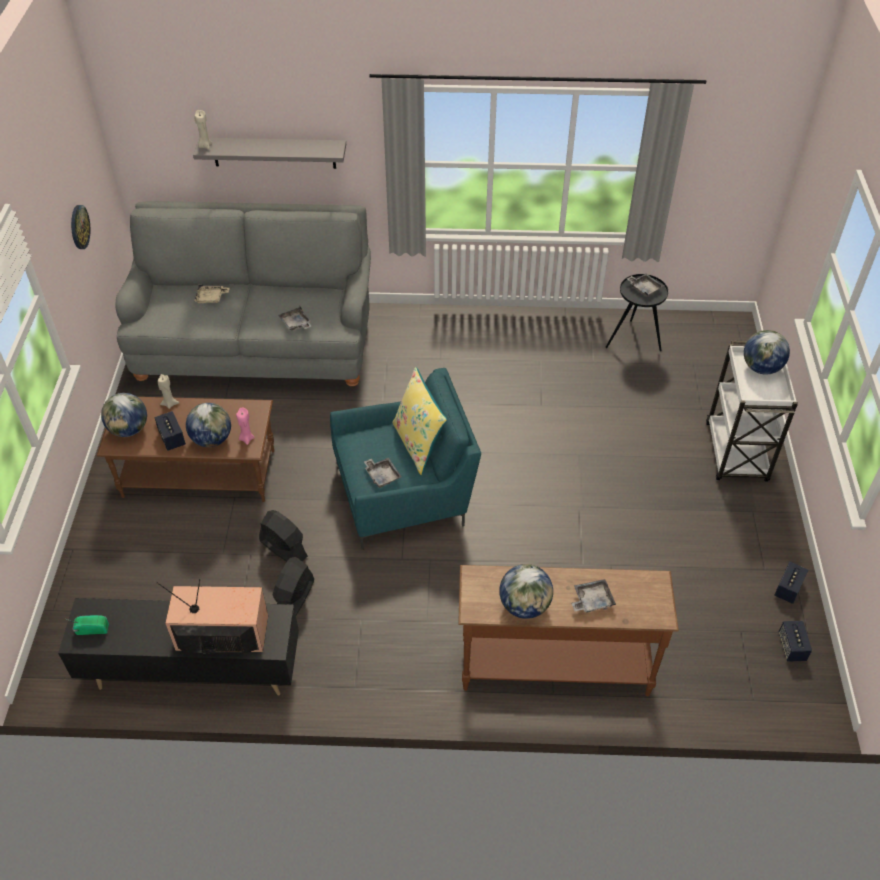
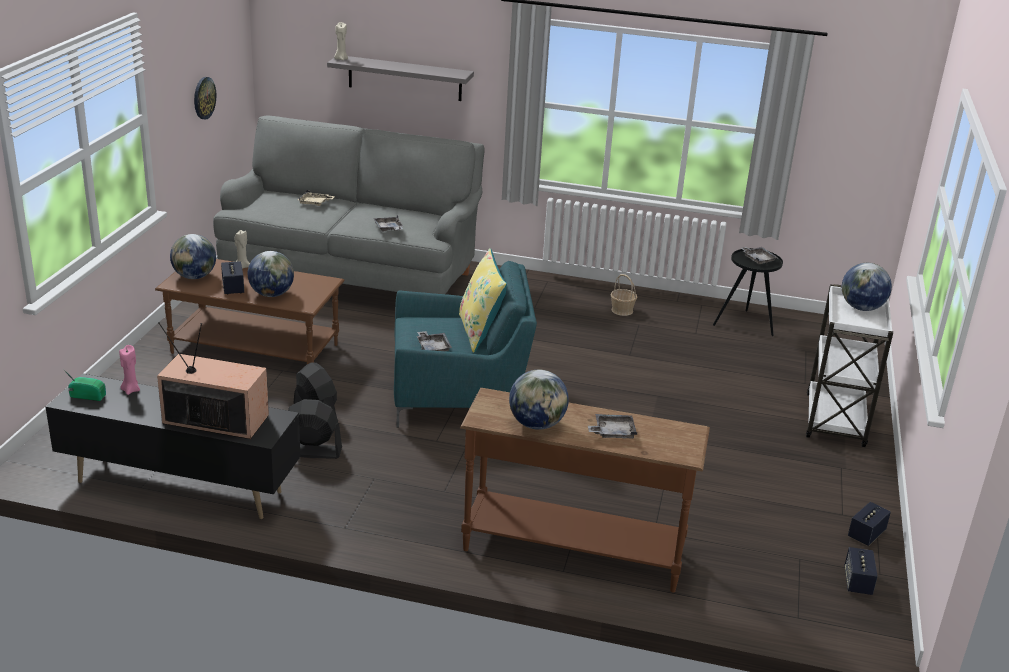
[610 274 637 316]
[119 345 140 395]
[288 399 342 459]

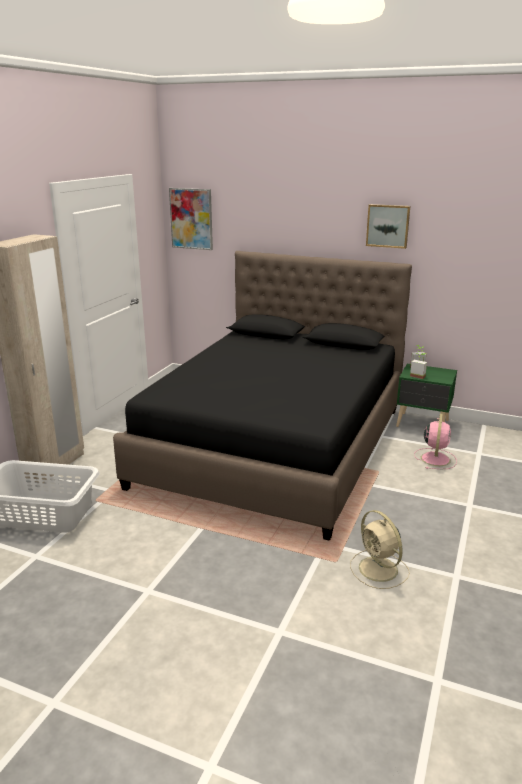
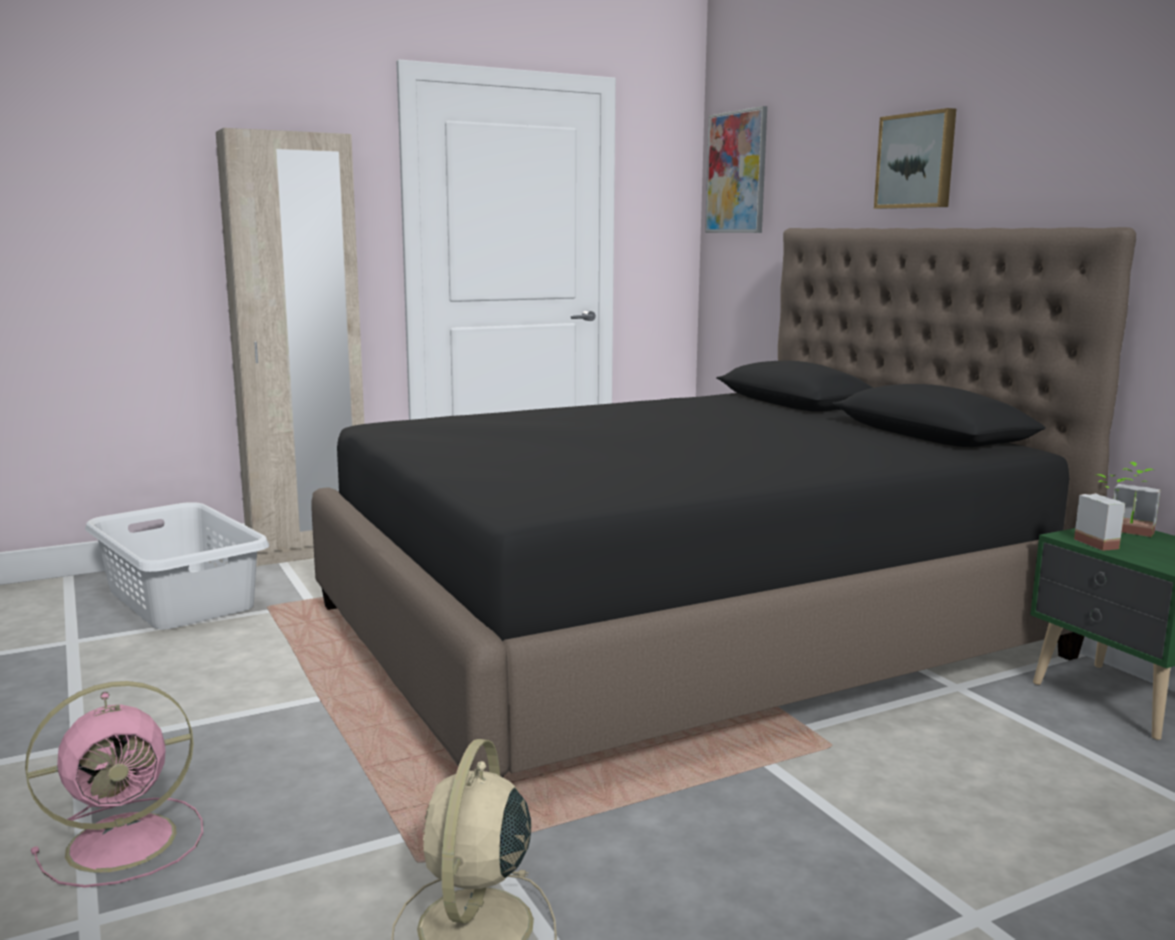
[874 108 956 209]
[25 681 203 888]

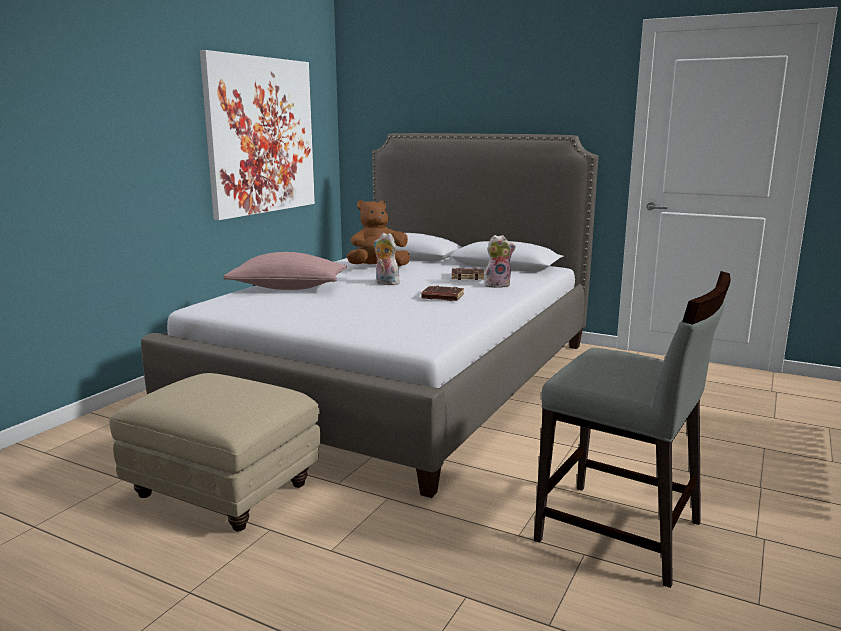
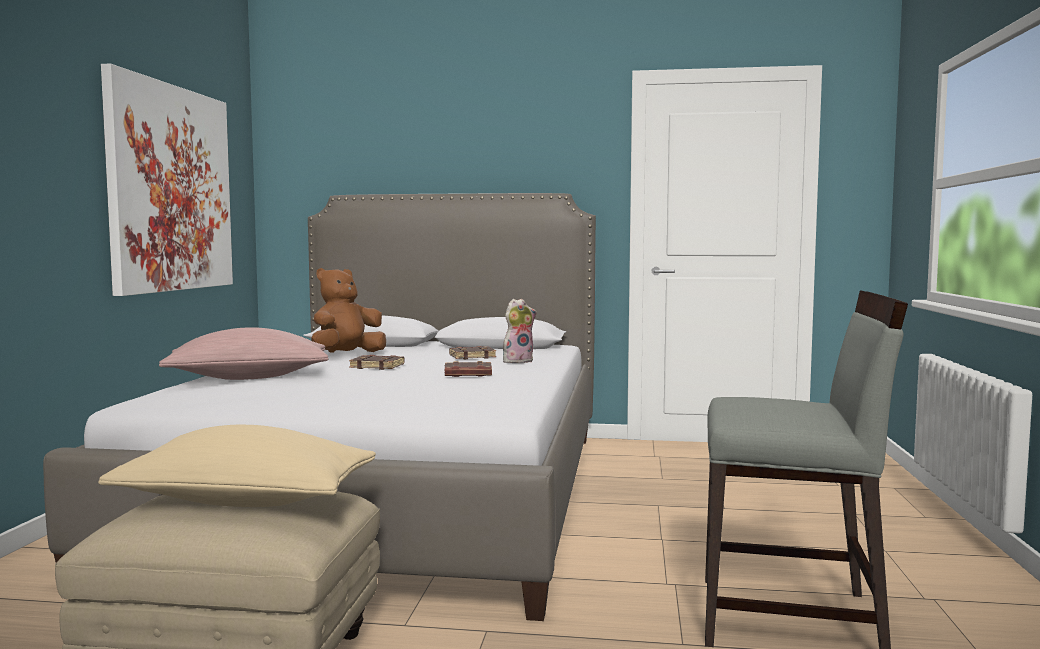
[98 425 376 507]
[349 355 405 370]

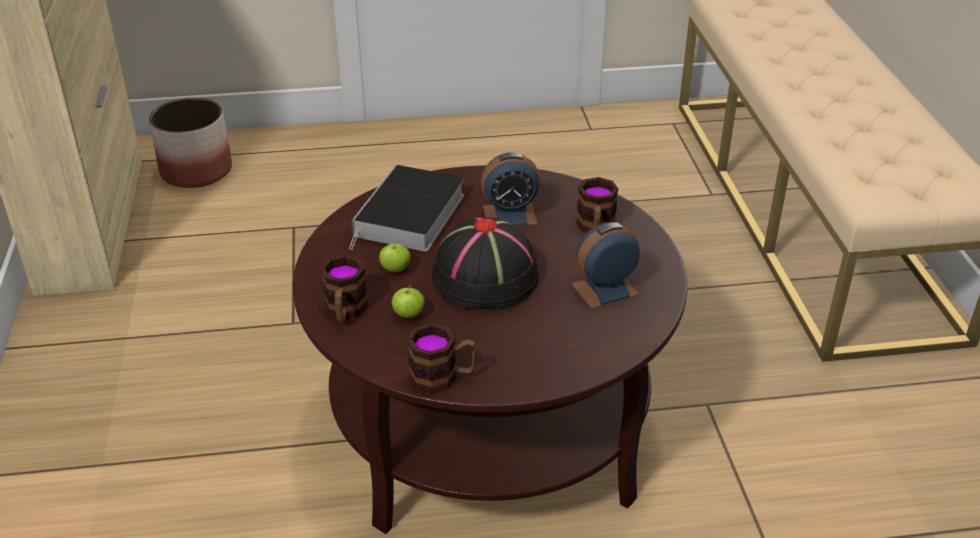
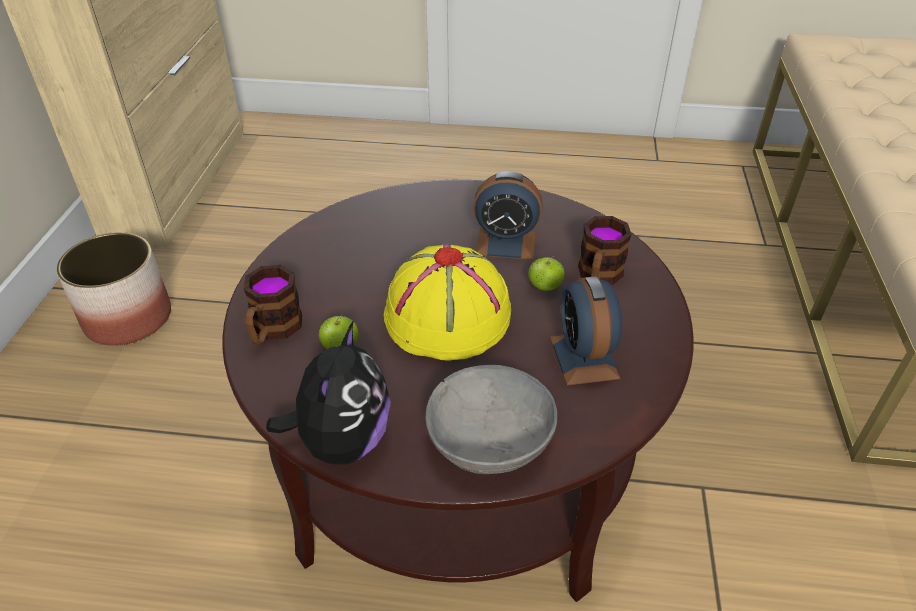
[349 165 464 252] (first image)
[425 365 557 474]
[56 232 171 346]
[528 256 565 291]
[266 322 391 464]
[384 244 511 361]
[550 276 622 385]

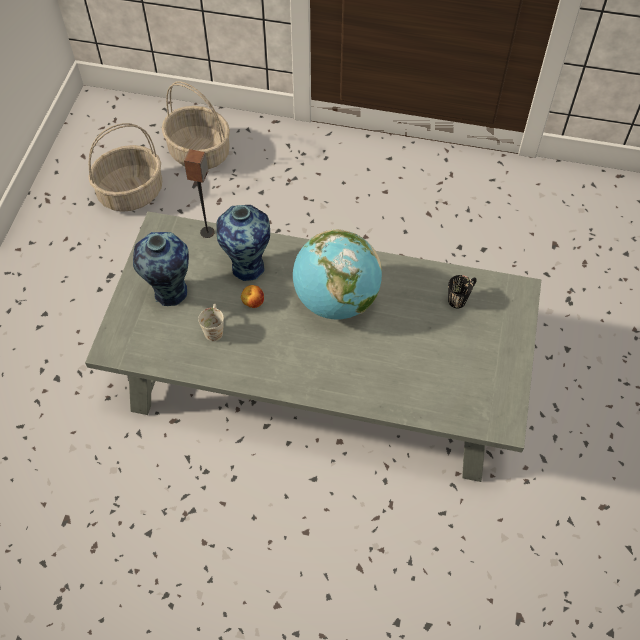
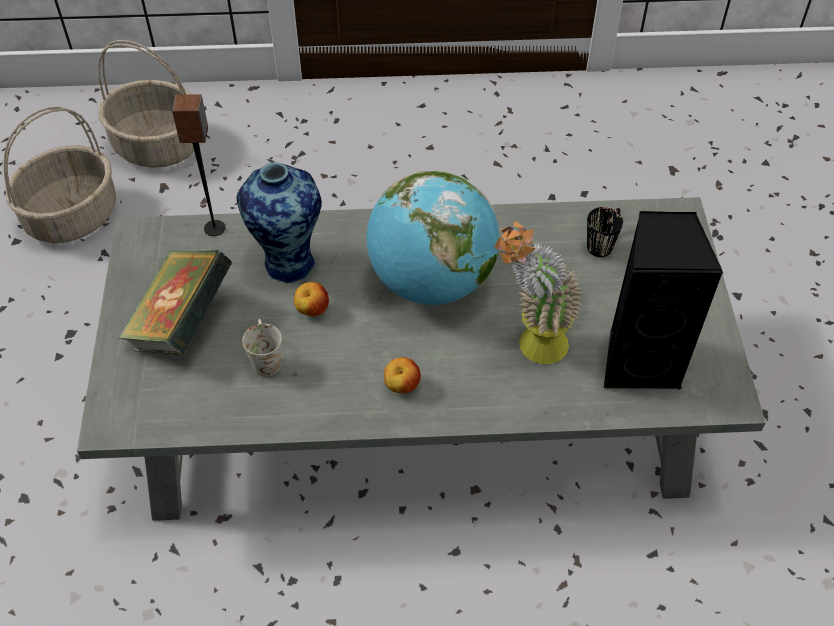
[384 357 421 393]
[494 221 582 364]
[604 211 723 389]
[119 250 232 355]

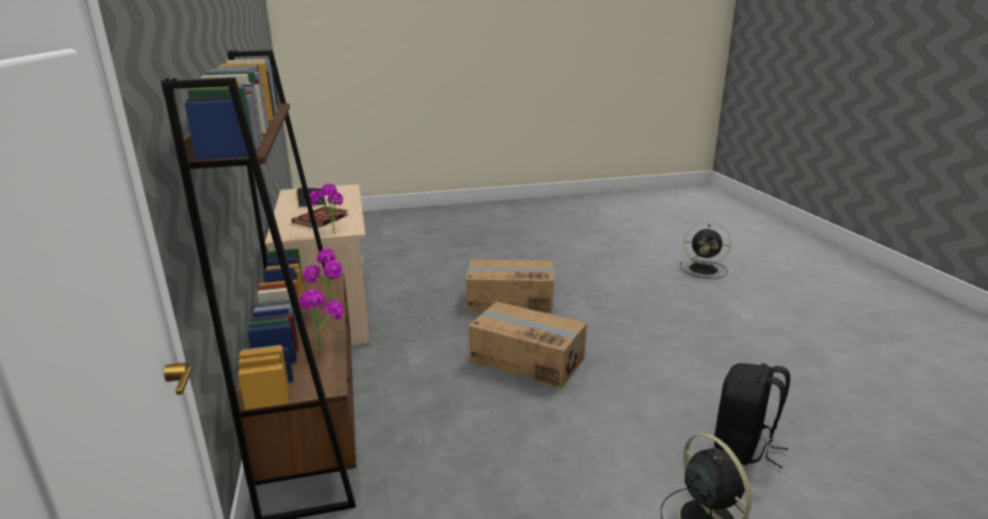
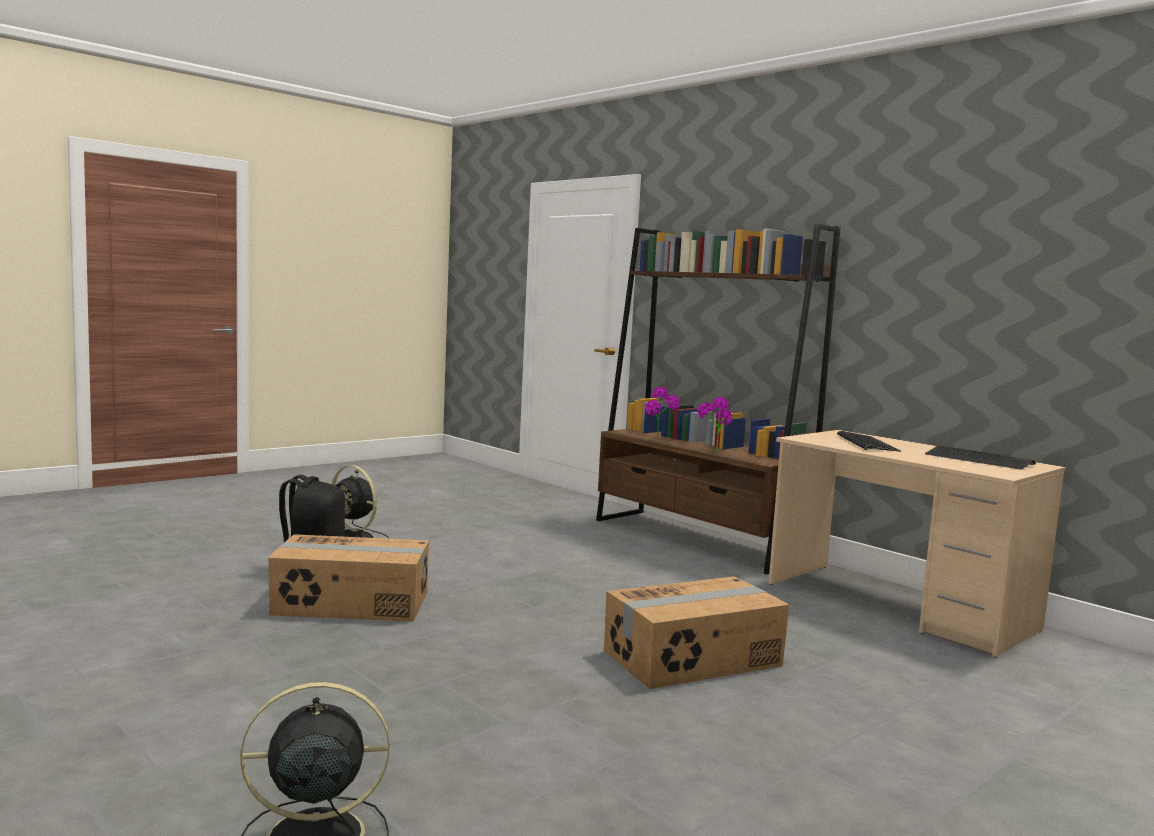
[309 183 343 234] (first image)
[268 534 429 622]
[837 431 901 452]

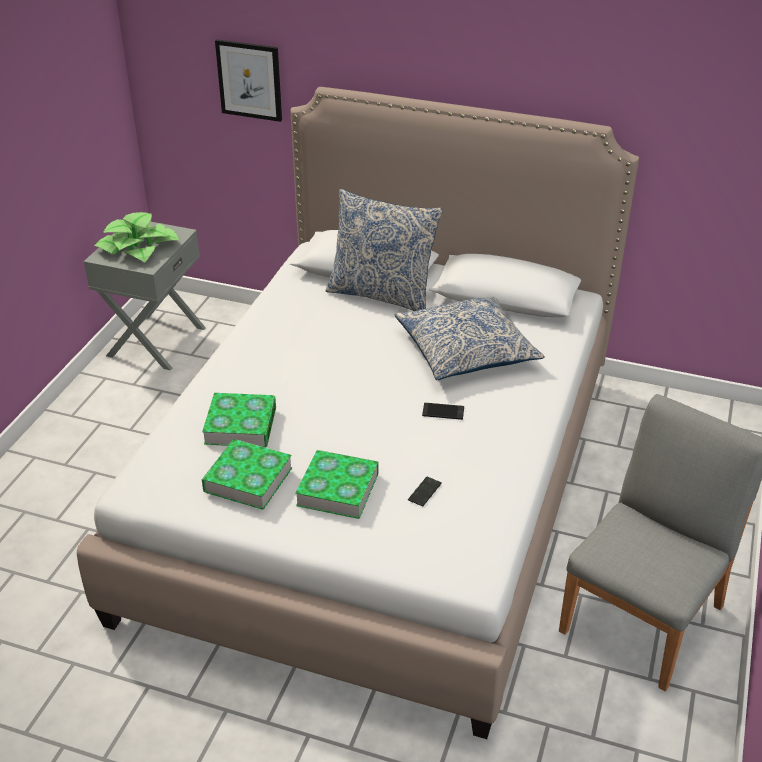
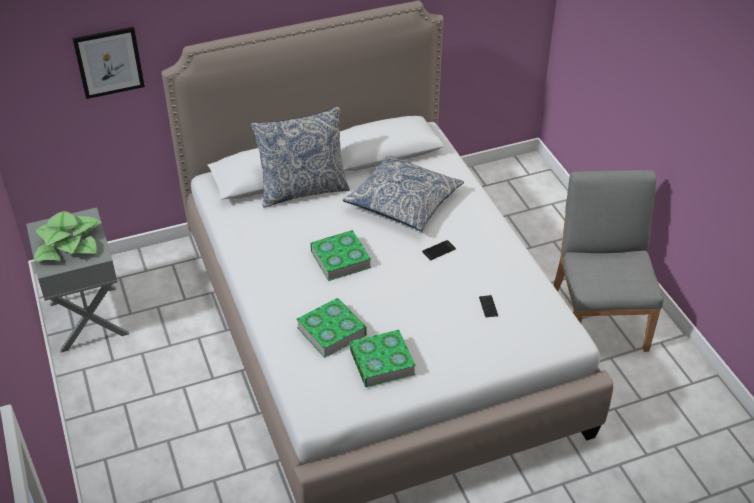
[310 230 371 281]

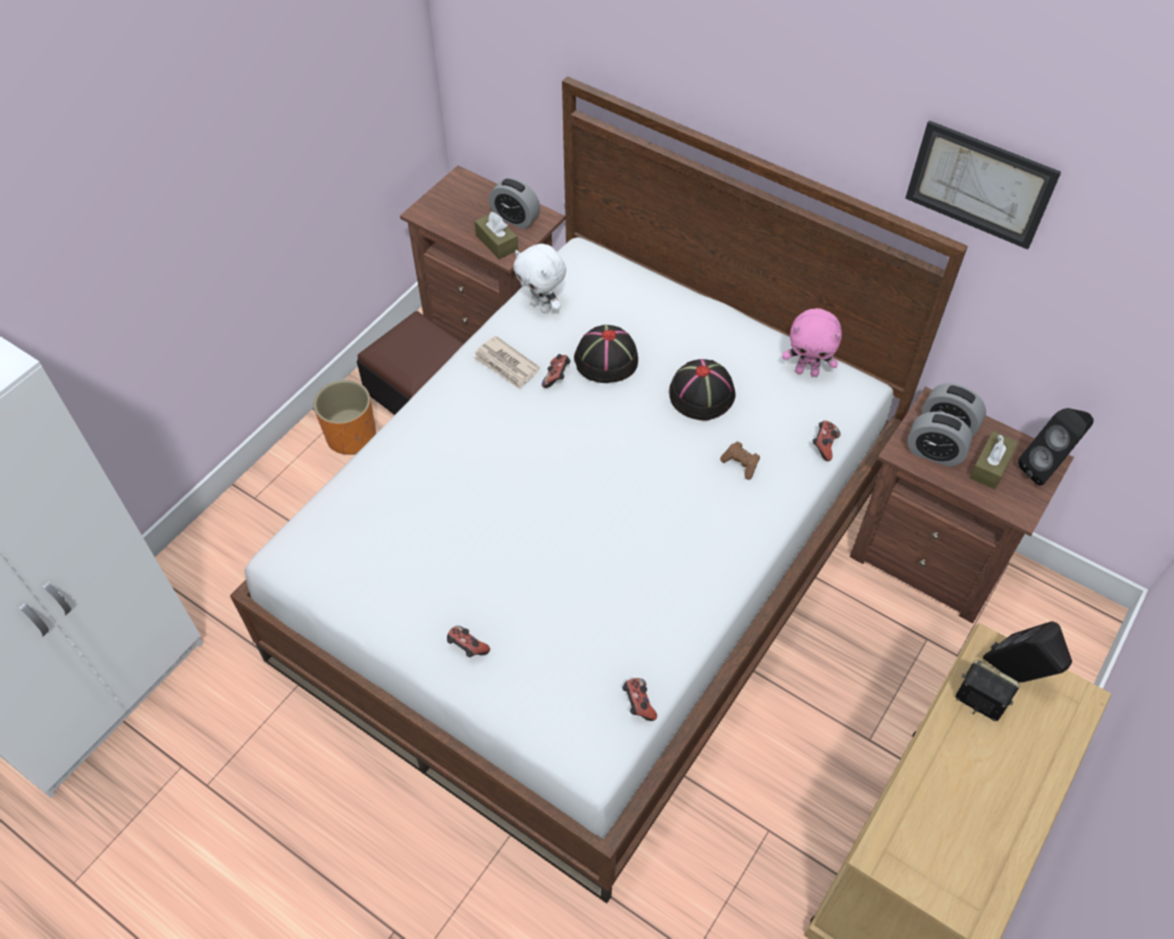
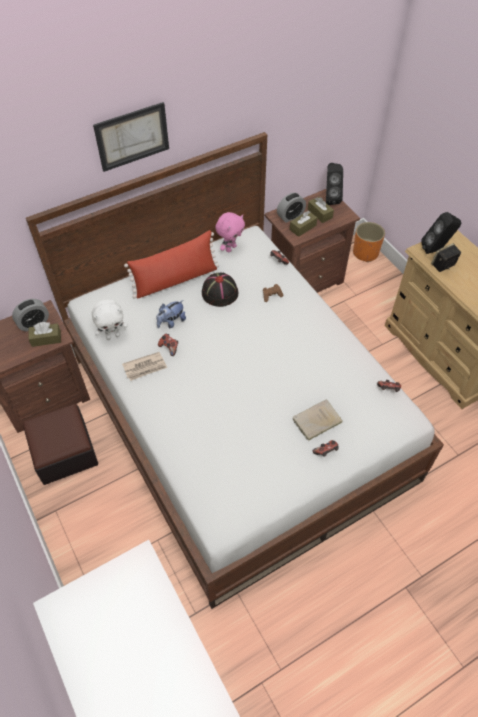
[124 230 219 299]
[293 400 343 442]
[353 222 385 262]
[93 102 169 172]
[156 300 186 328]
[290 211 317 237]

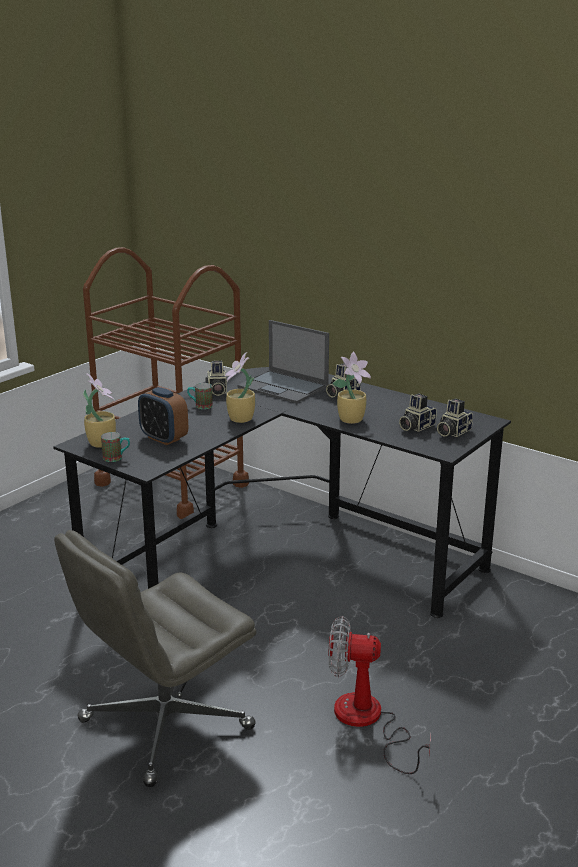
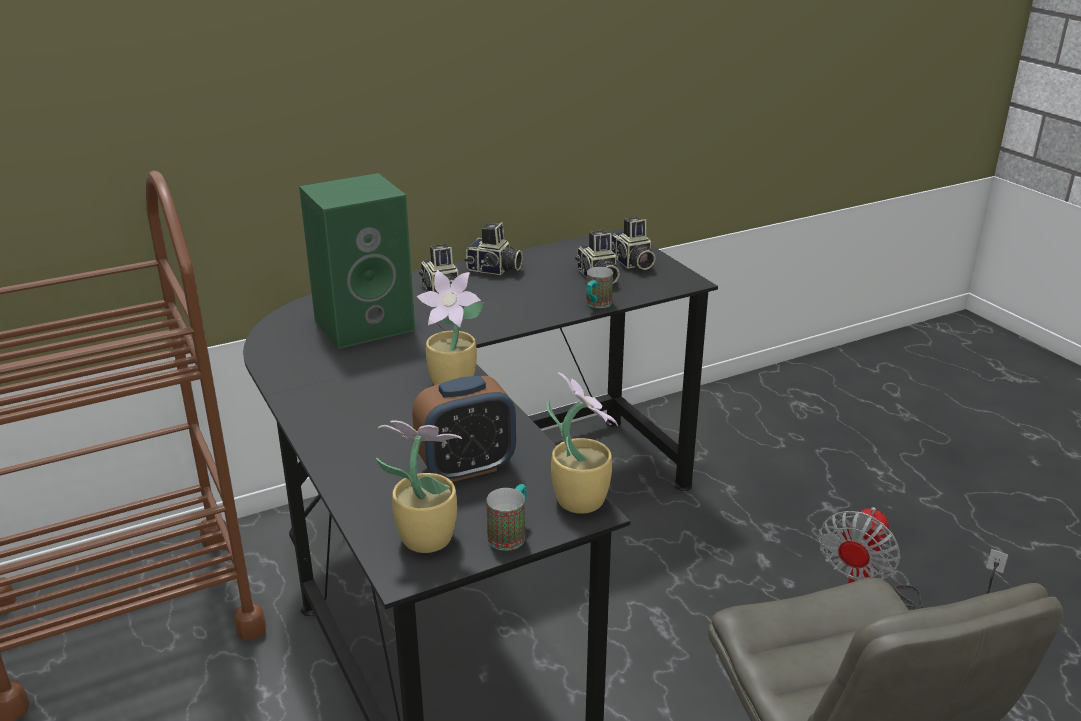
[586 267 613 308]
[464 222 523 275]
[547 372 618 514]
[299 173 415 349]

